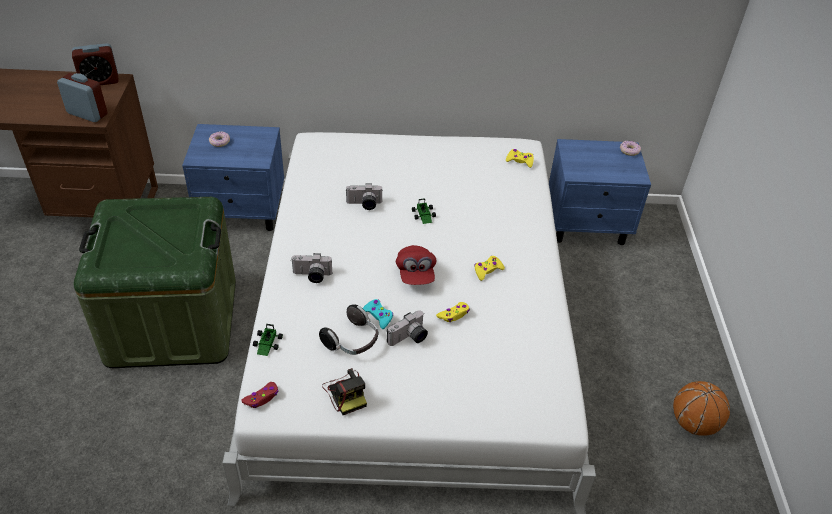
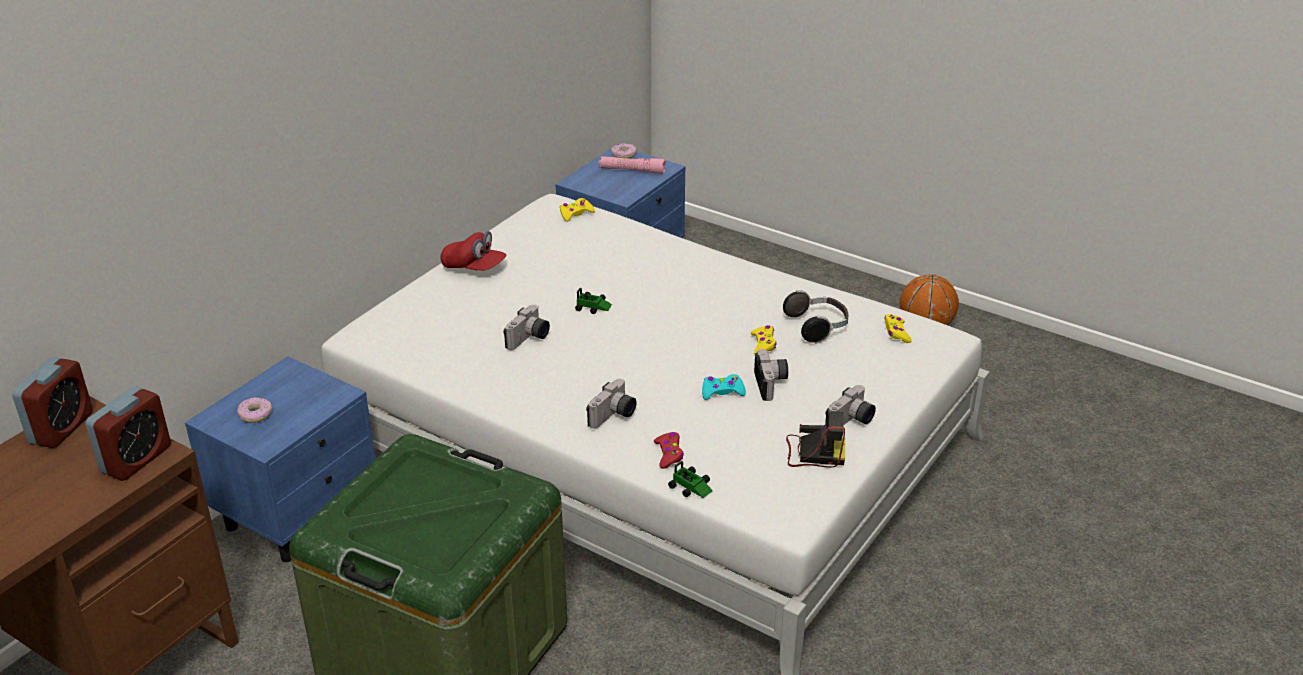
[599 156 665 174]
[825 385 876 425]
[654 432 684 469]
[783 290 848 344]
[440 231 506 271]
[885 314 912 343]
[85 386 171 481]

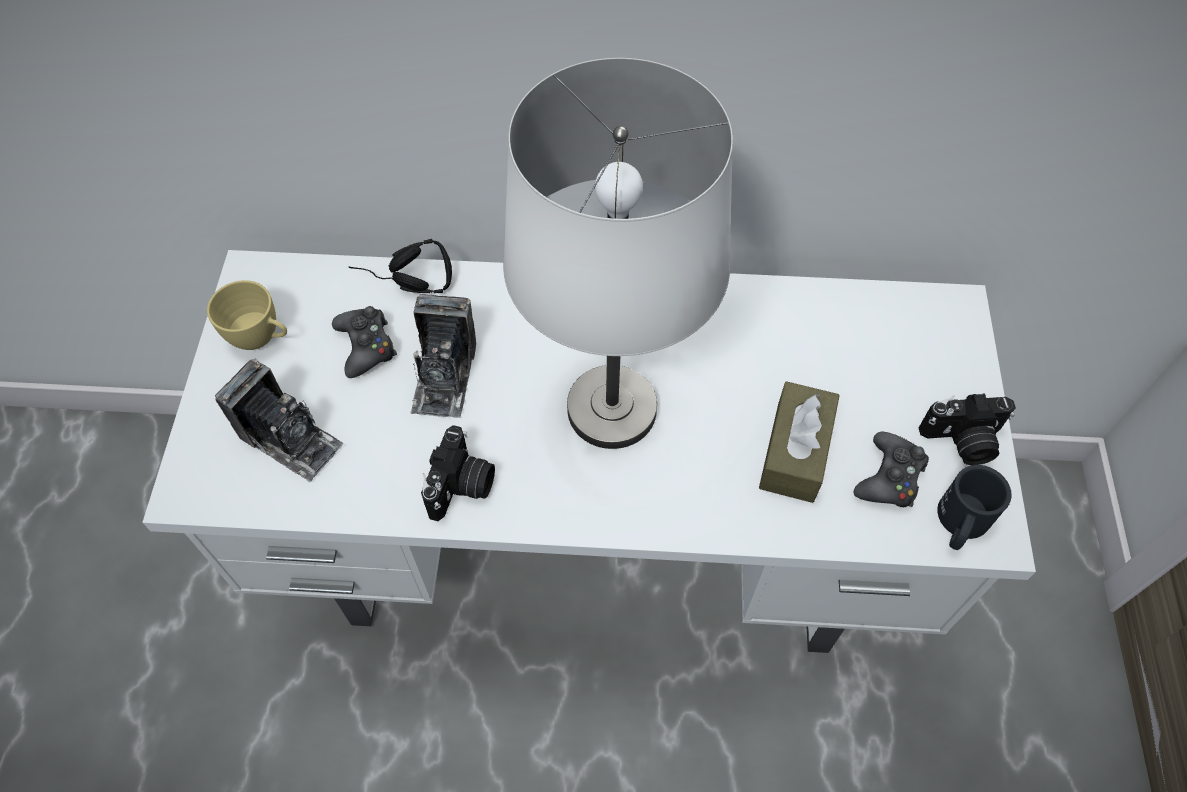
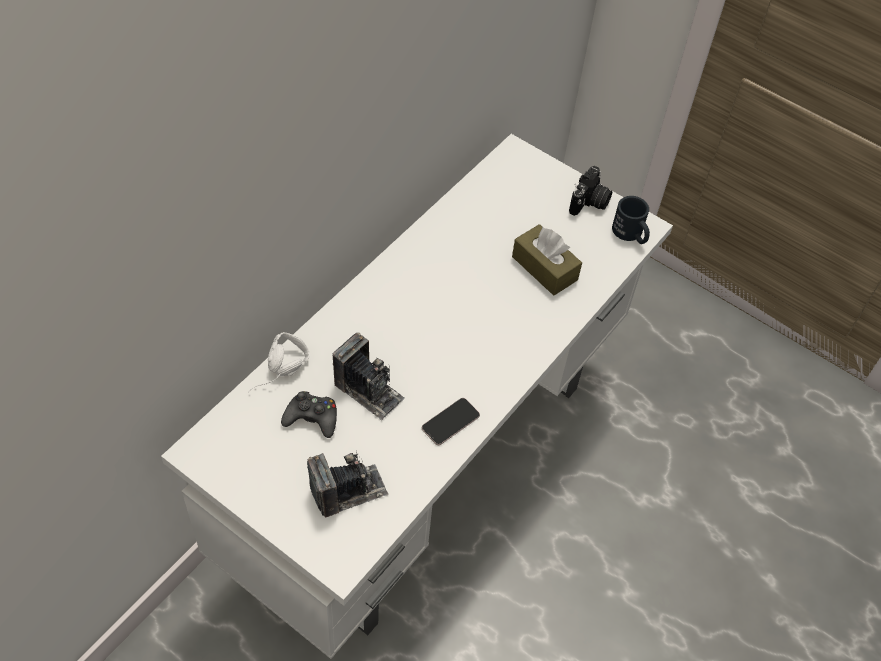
[207 280 287 350] (first image)
[503 58 733 449] (first image)
[854 432 929 507] (first image)
[422 398 480 445]
[248 332 310 393]

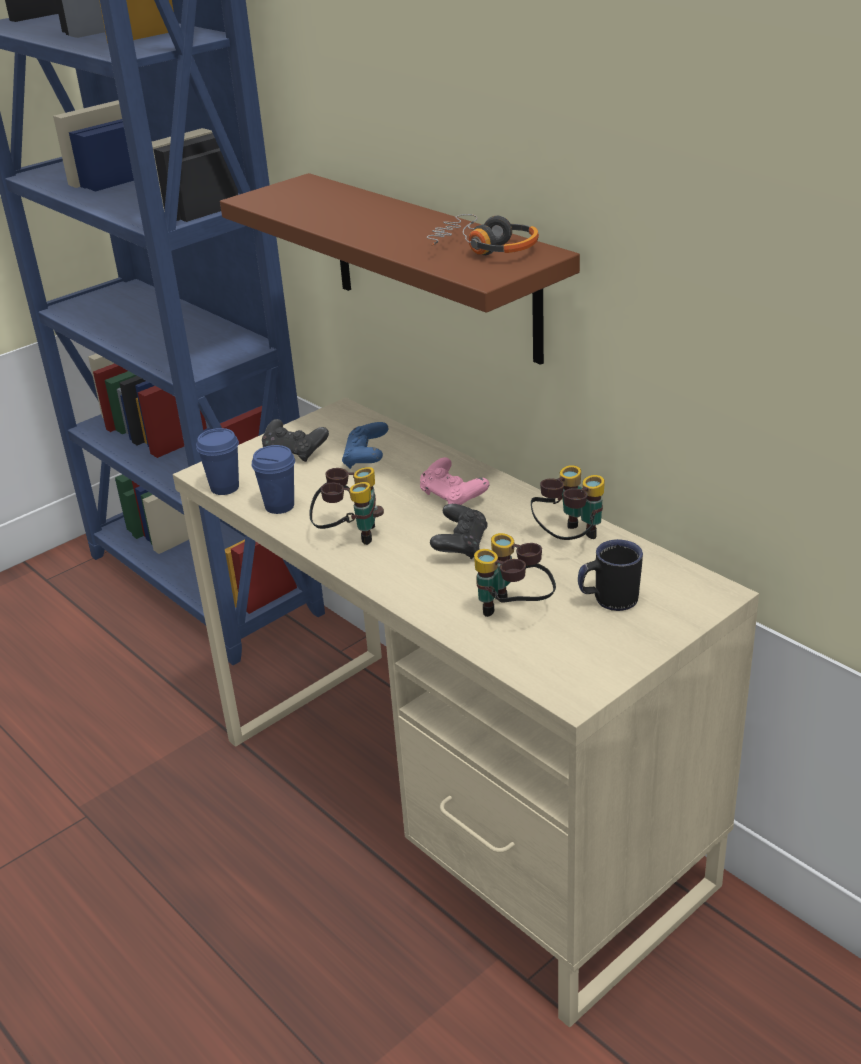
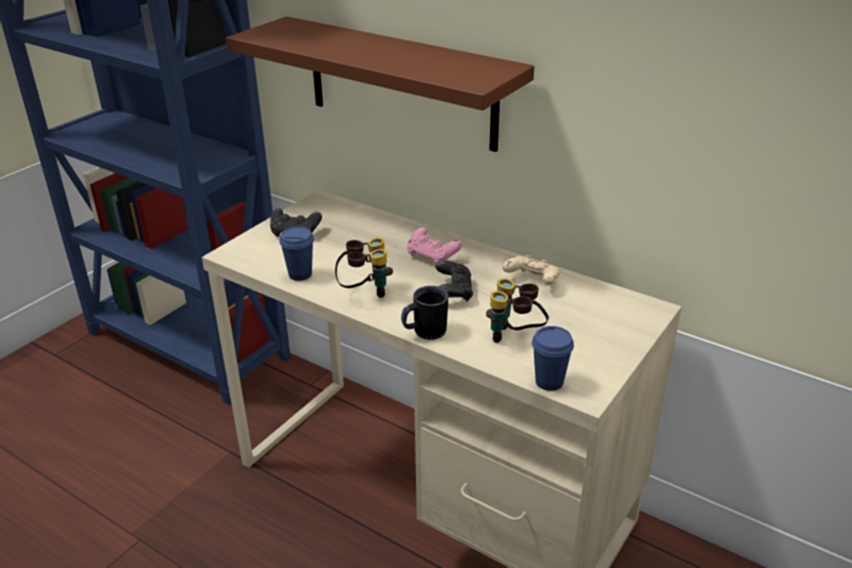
[342 422 388 469] (first image)
[427 214 539 255] (first image)
[532 326 574 391]
[401 286 448 340]
[502 255 560 285]

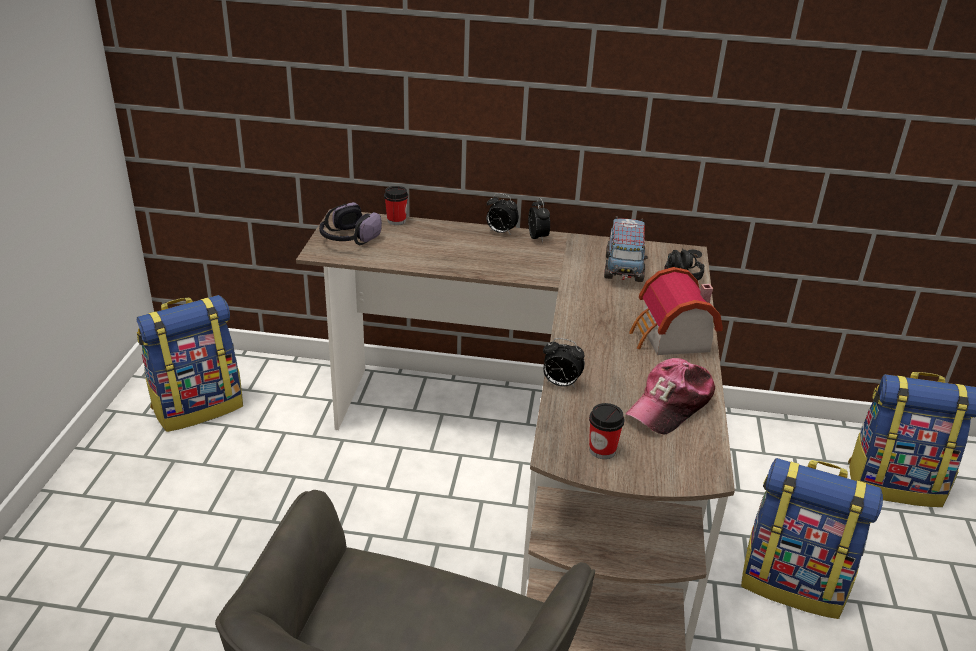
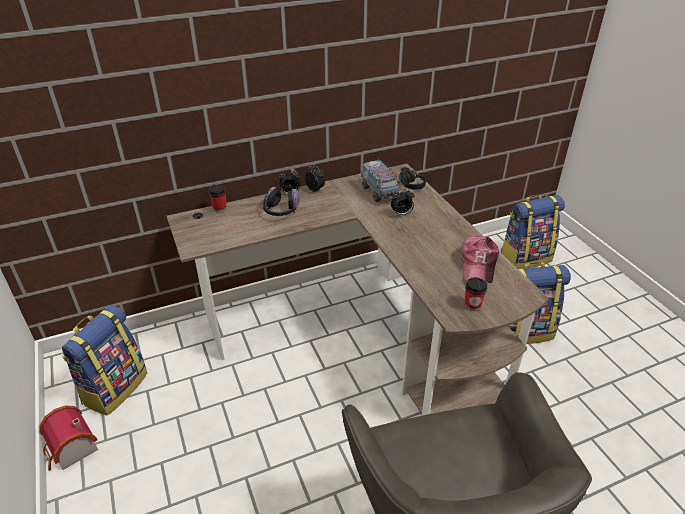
[263 187 299 216]
[391 188 414 216]
[40 405 98 471]

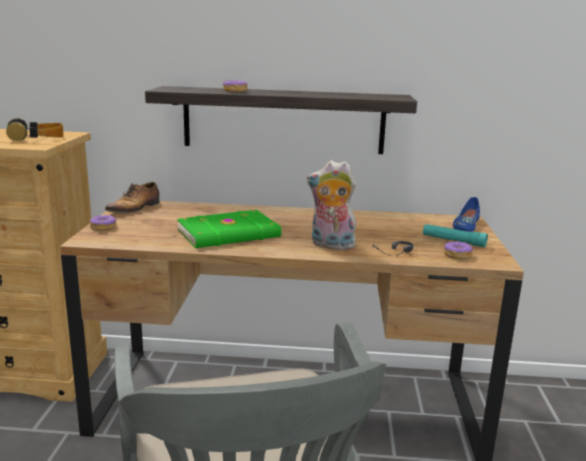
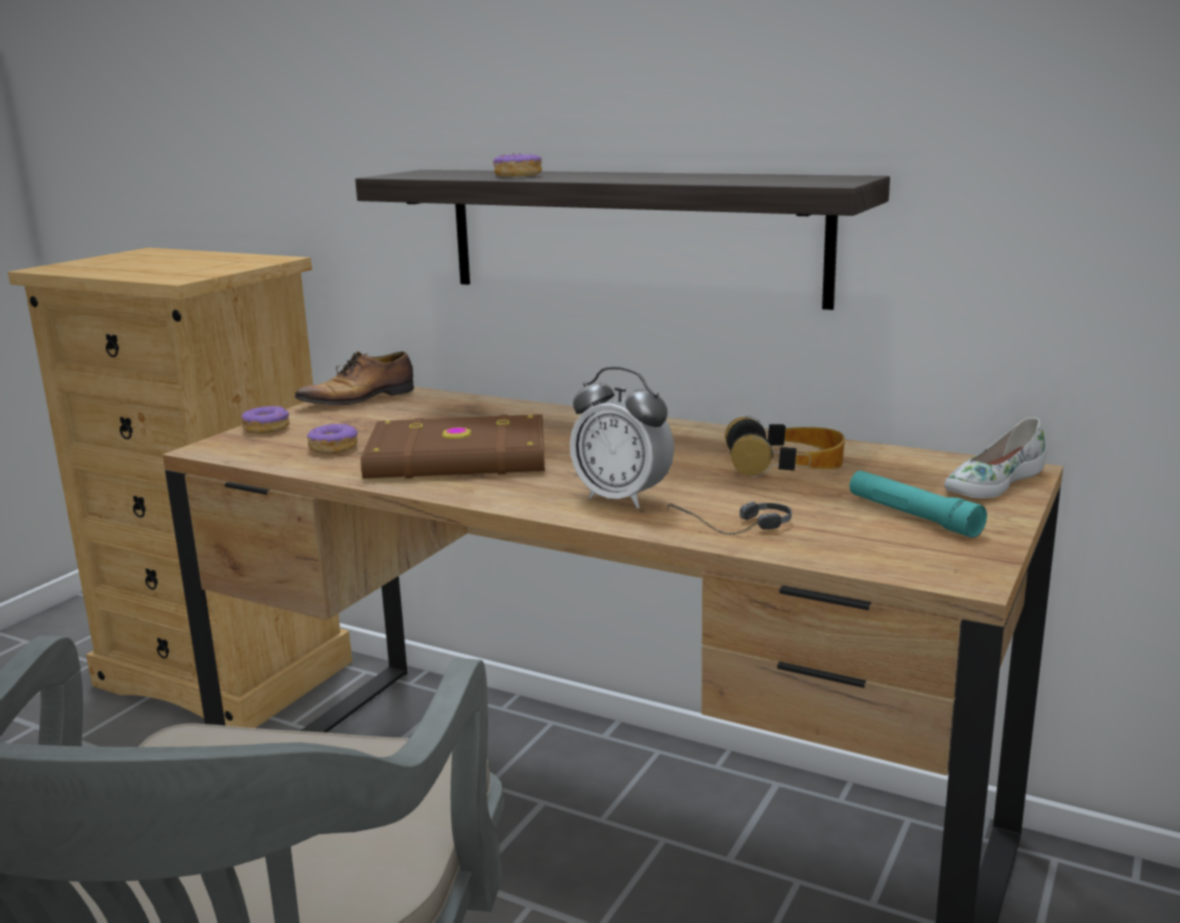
[725 416 845 477]
[307 423 358 454]
[570 367 674 509]
[361 414 545 478]
[944 417 1047 498]

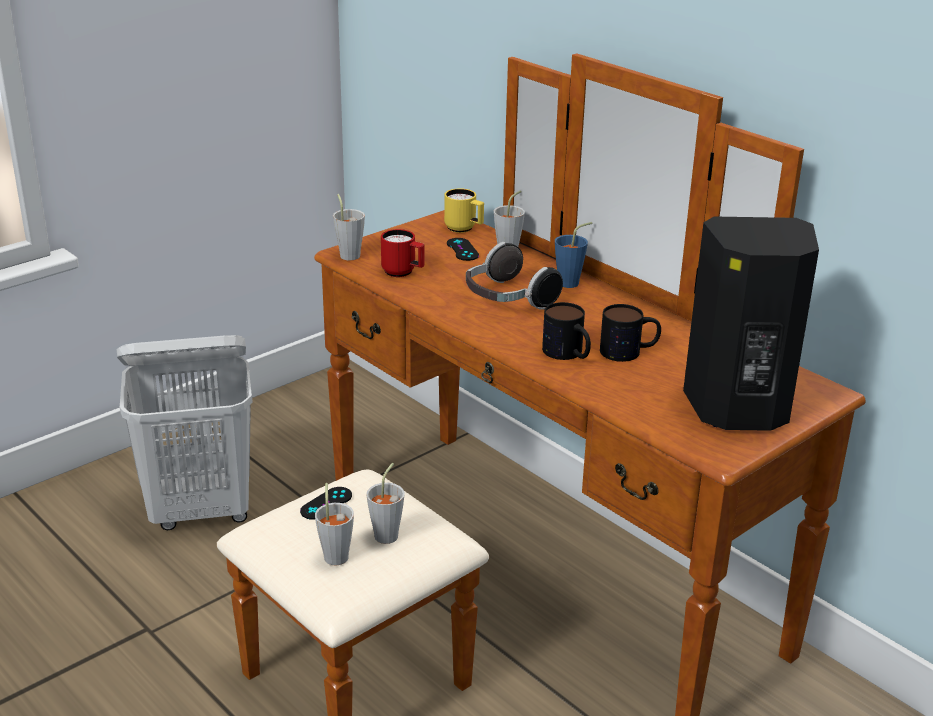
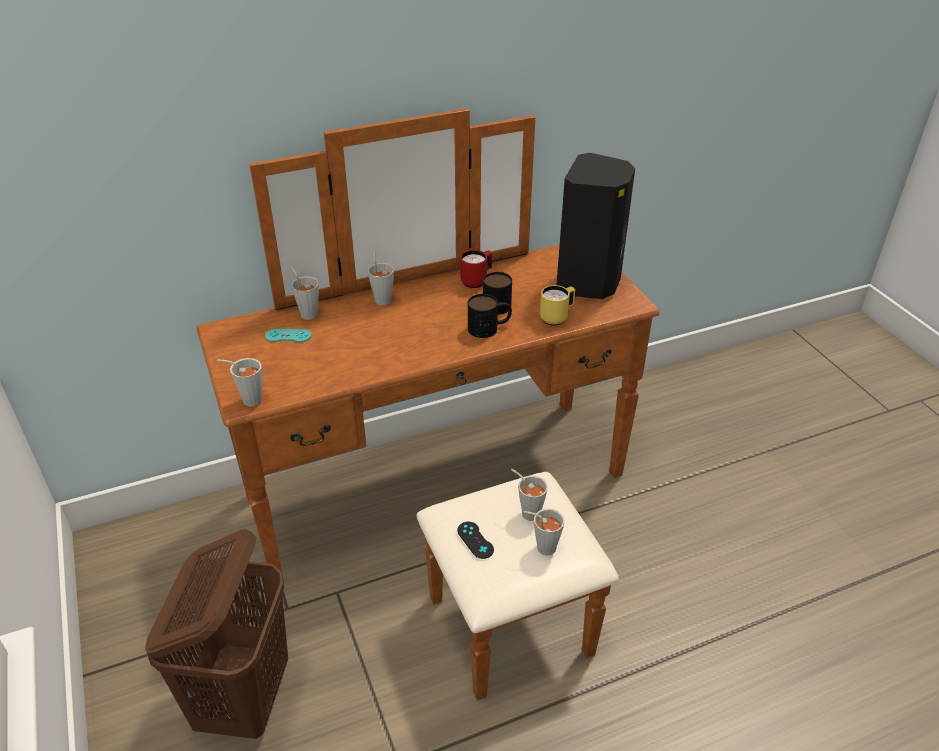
[466 242 563 310] (first image)
[460 250 492 288]
[540 285 575 326]
[145 529 288 739]
[265 329 312 342]
[367 249 394 305]

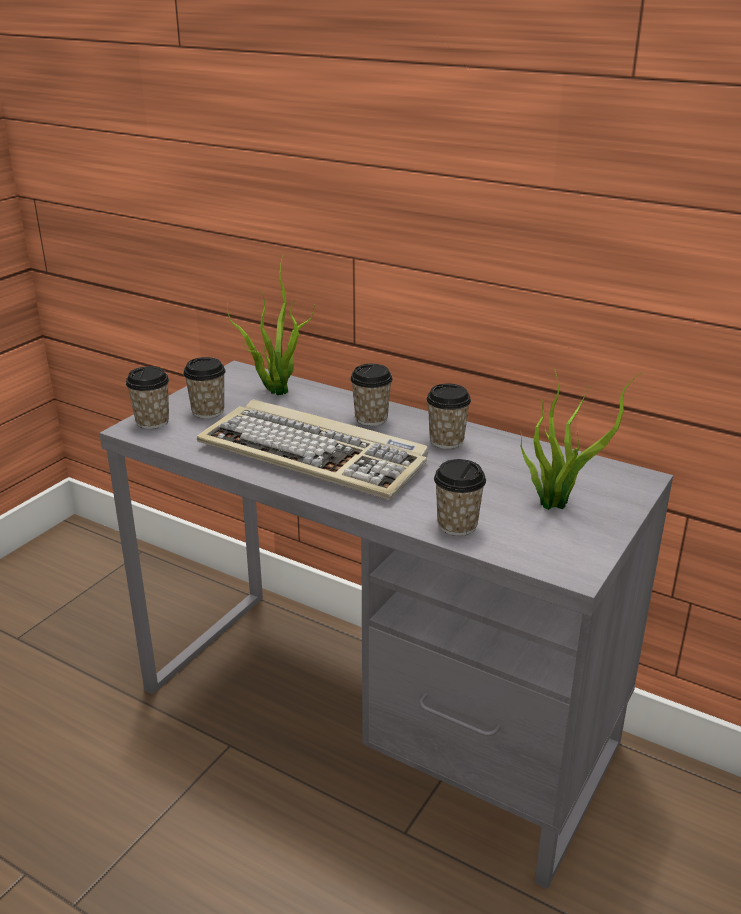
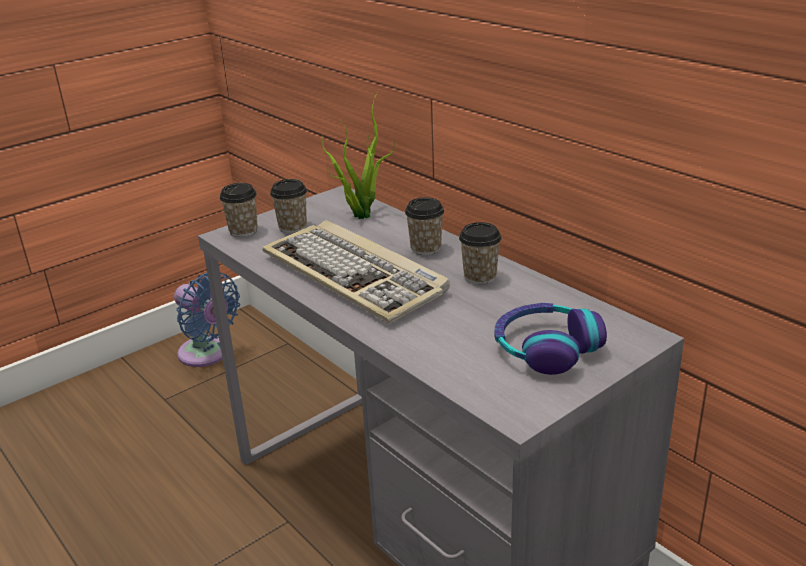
[434 459 486 536] (first image)
[174 272 240 367]
[494 303 607 375]

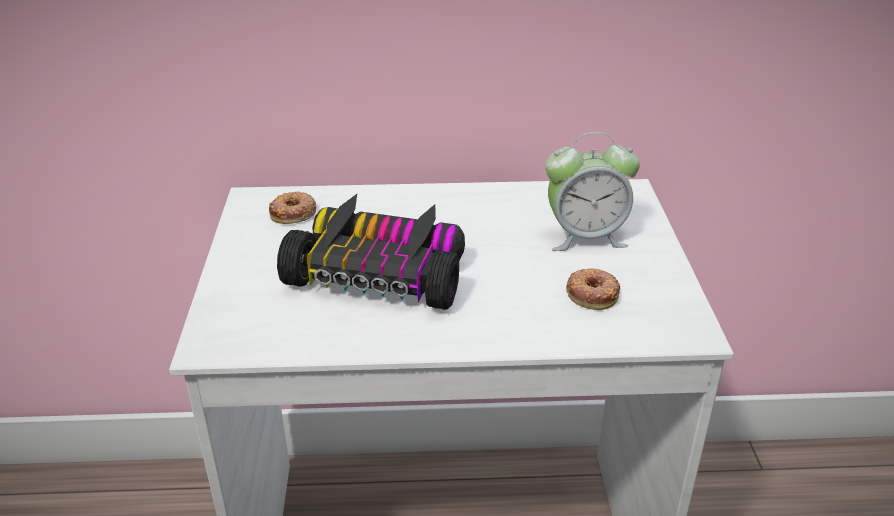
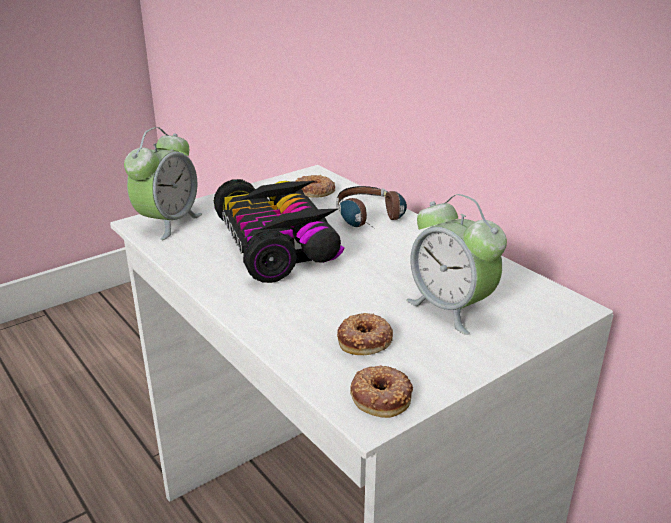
[124 127 202 240]
[336 186 407 231]
[350 365 413 418]

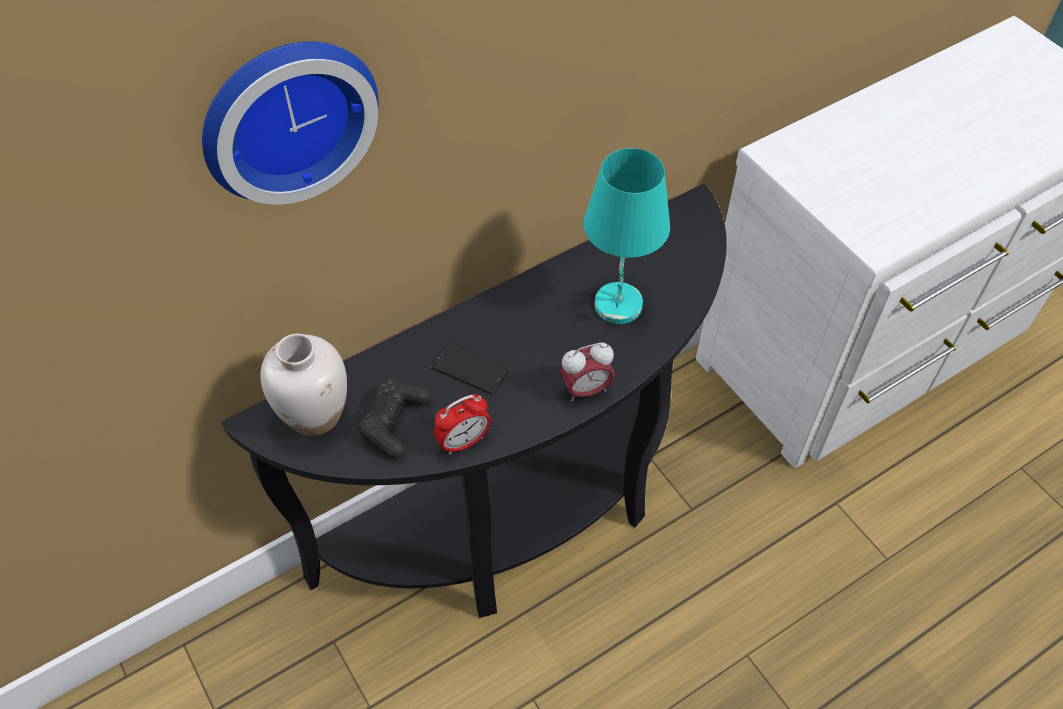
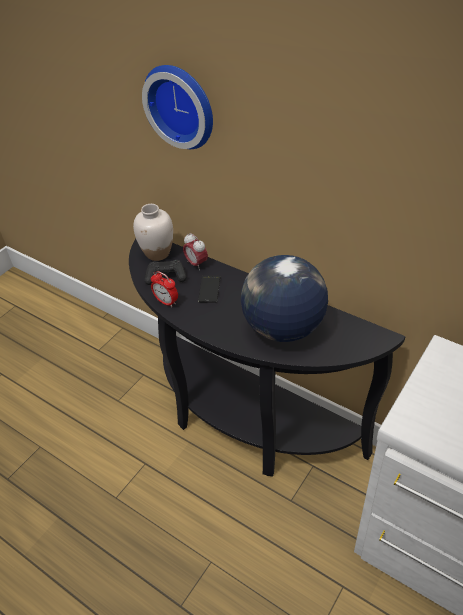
[183 233 208 271]
[241 255 328 342]

